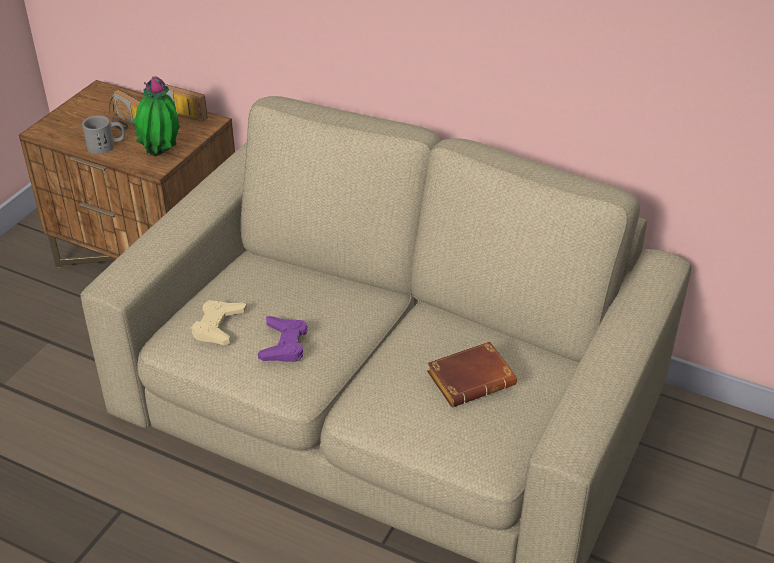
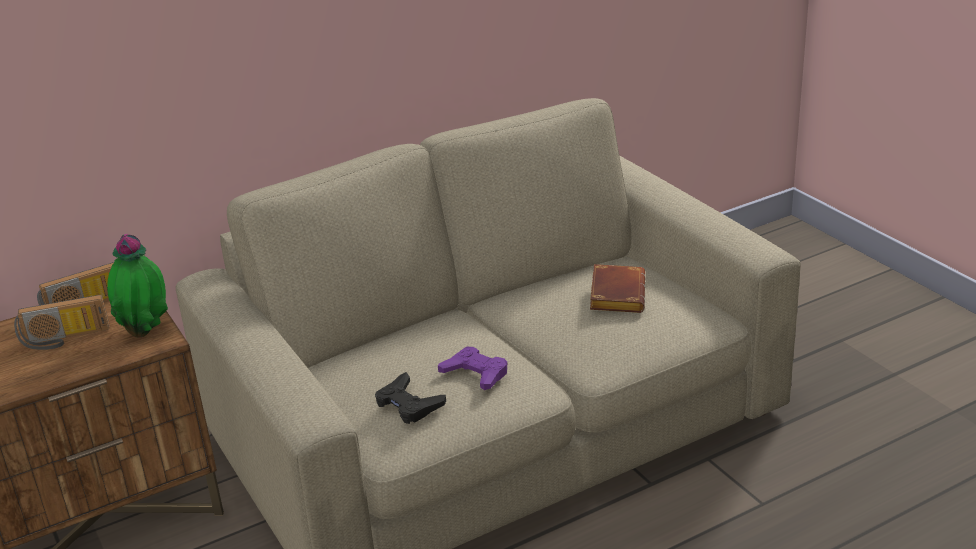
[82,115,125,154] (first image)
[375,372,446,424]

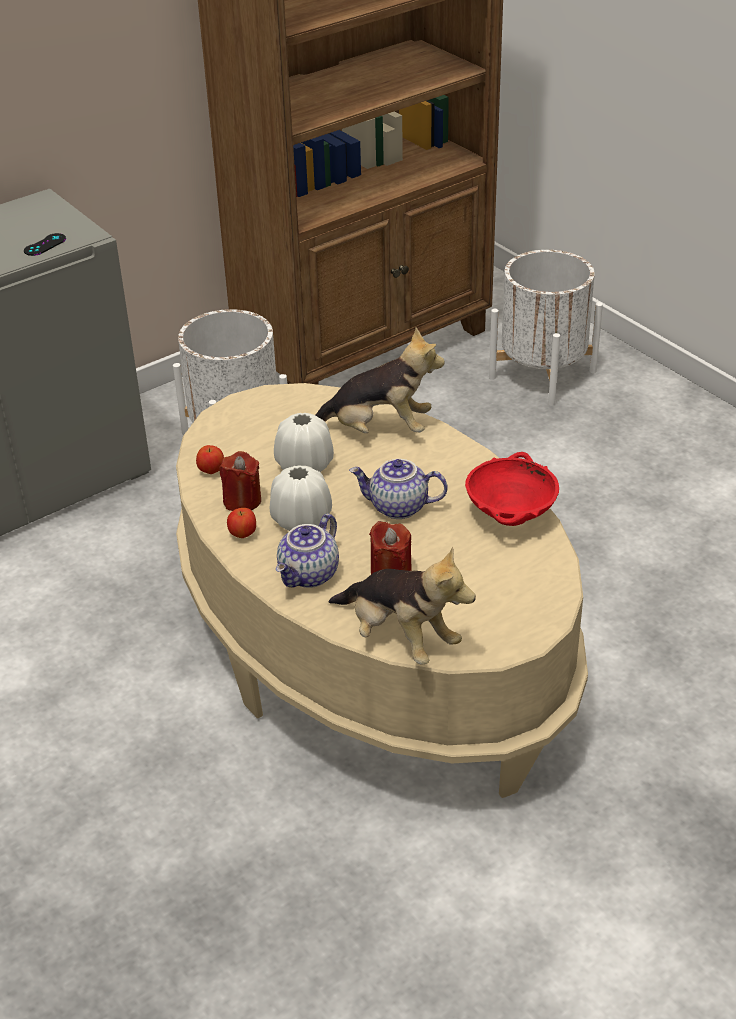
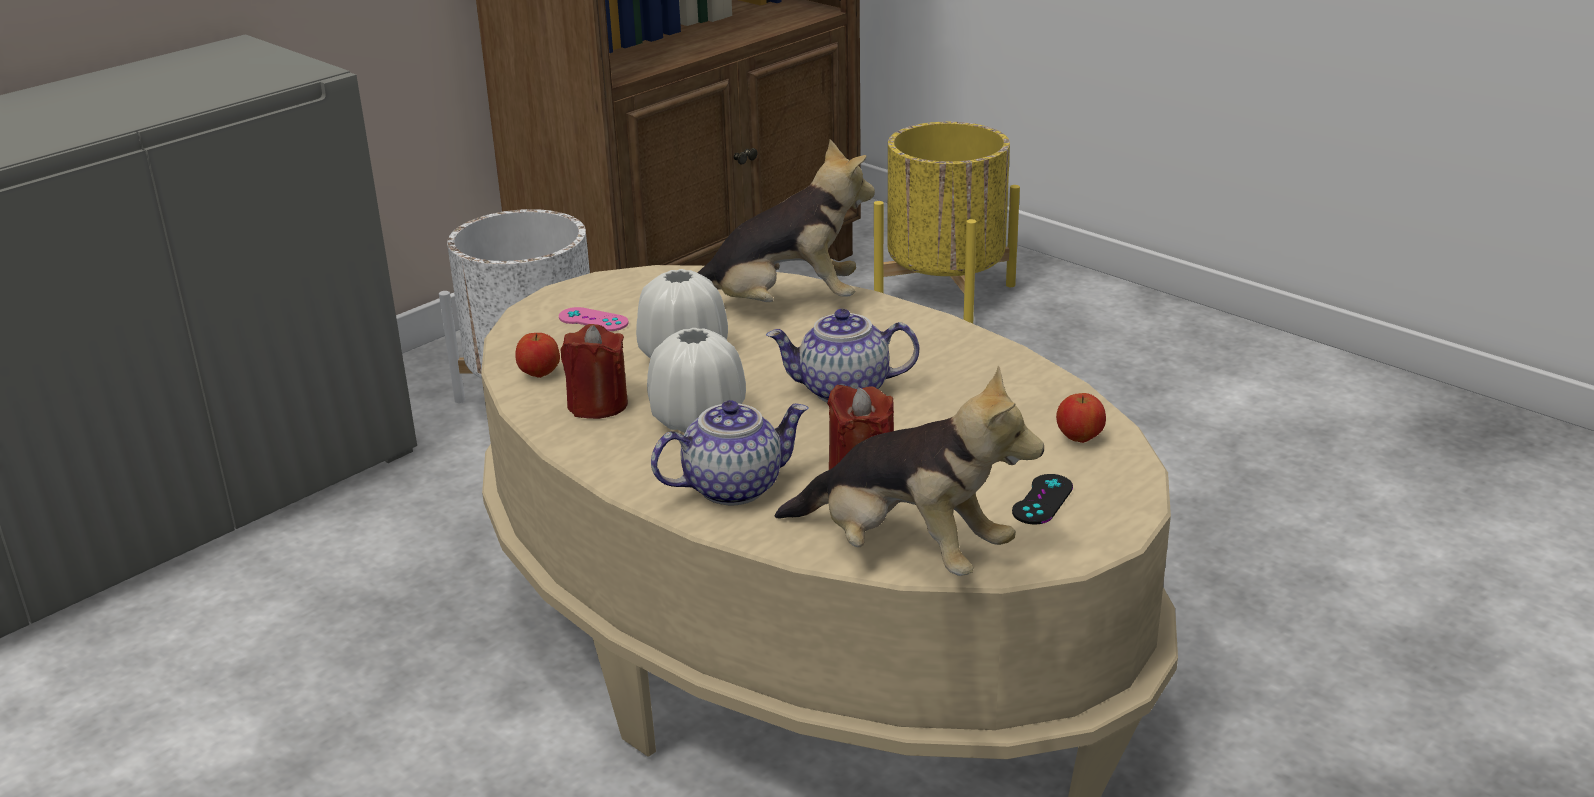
[465,452,559,526] (first image)
[559,307,628,331]
[1012,474,1073,525]
[1056,393,1106,443]
[874,122,1020,324]
[651,400,809,505]

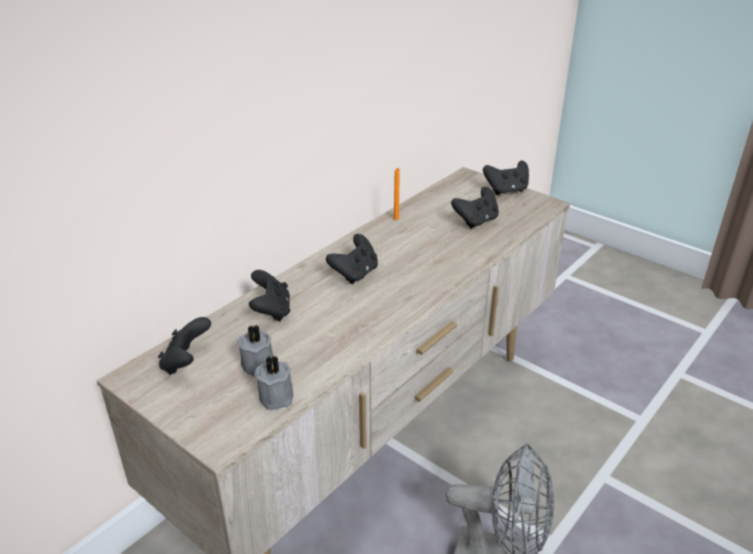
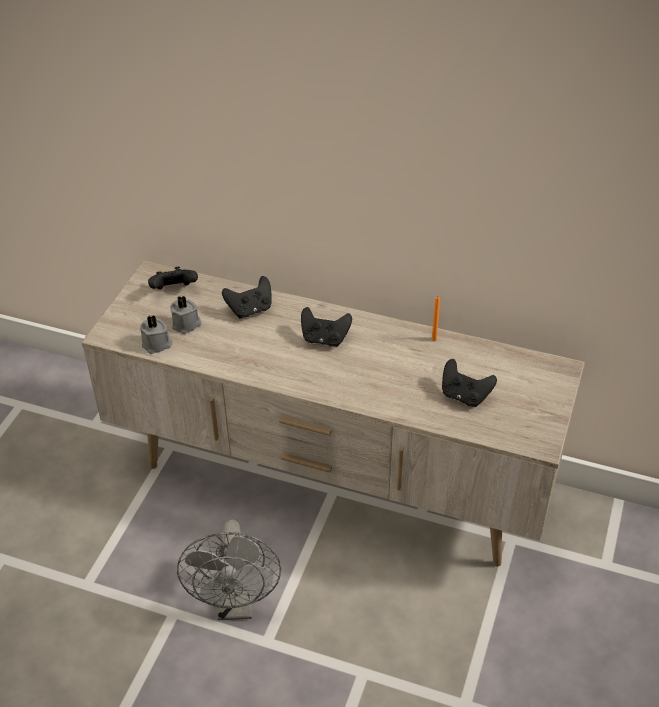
[483,160,529,195] (first image)

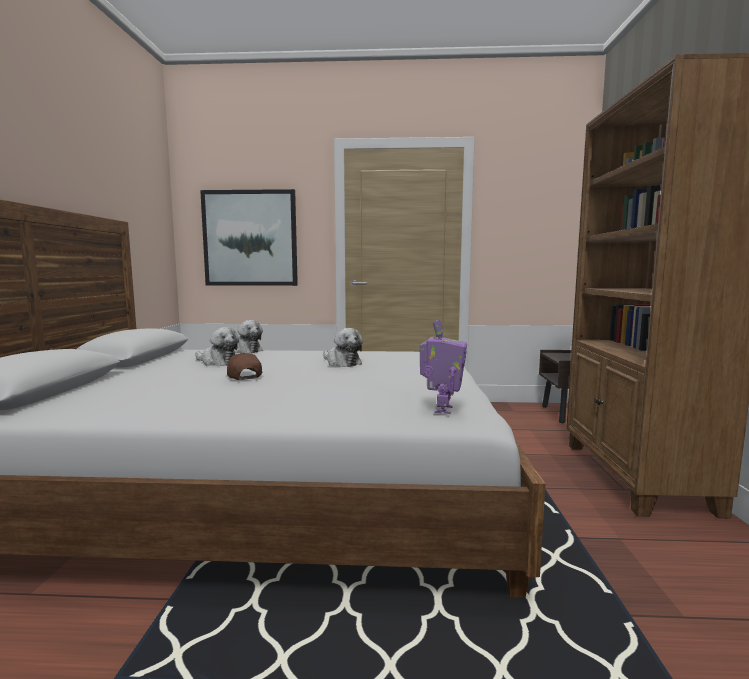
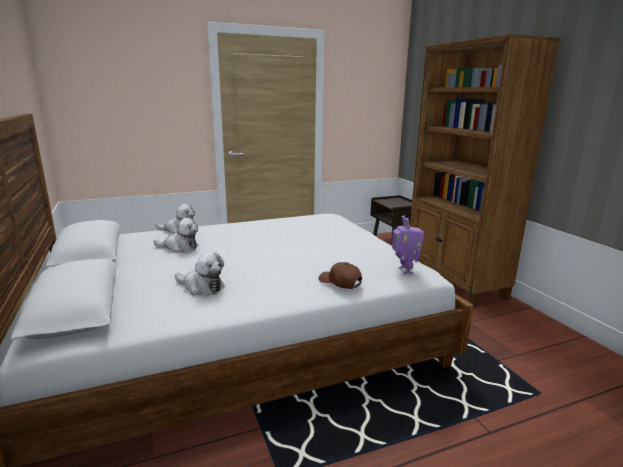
[200,189,298,286] (first image)
[319,262,362,289]
[175,252,225,295]

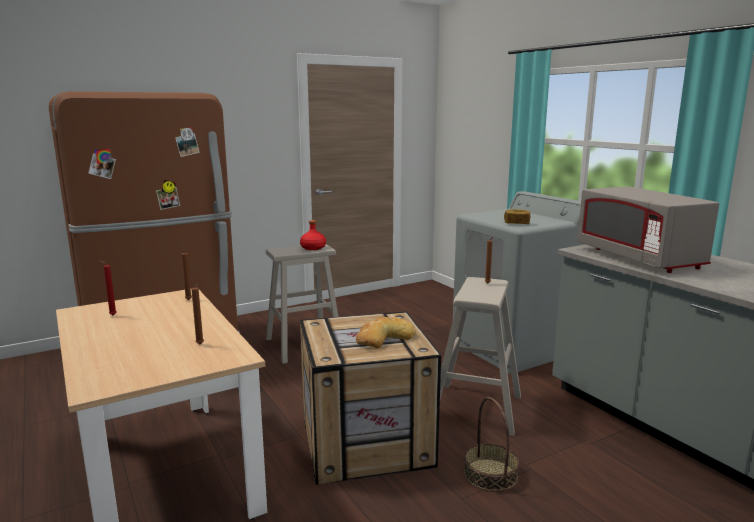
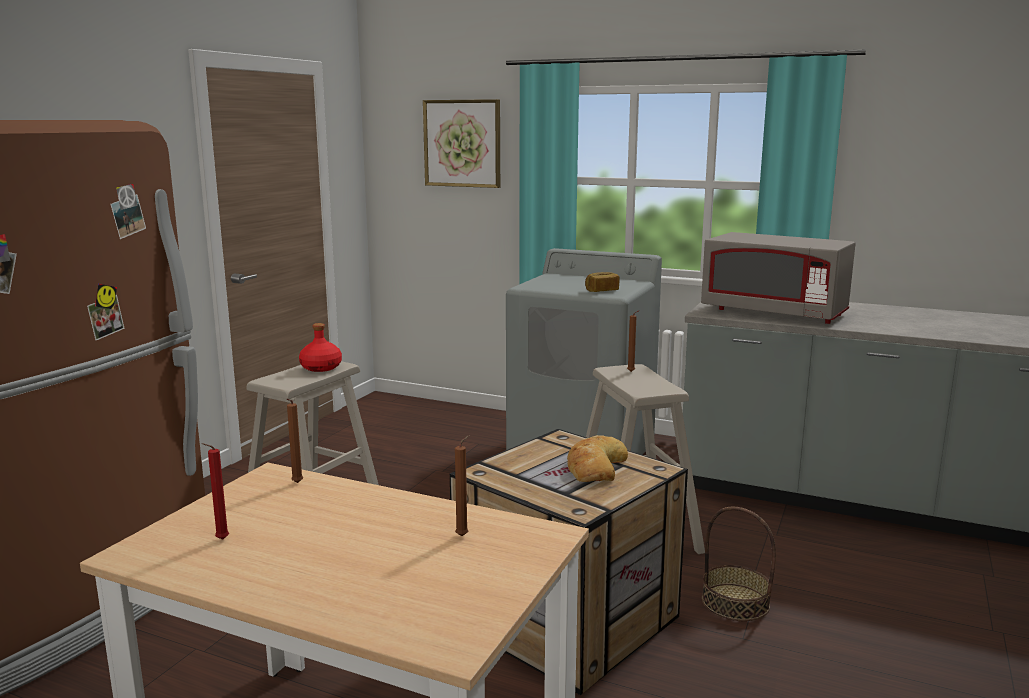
[423,99,500,188]

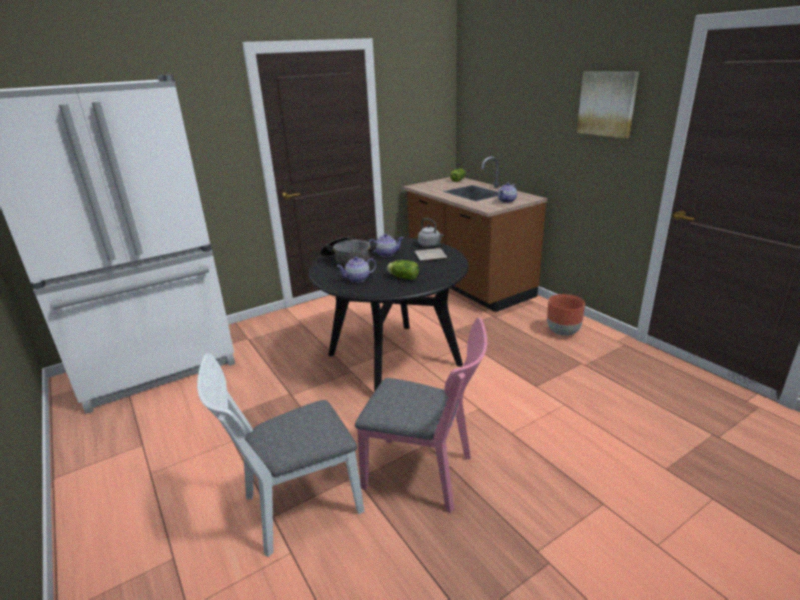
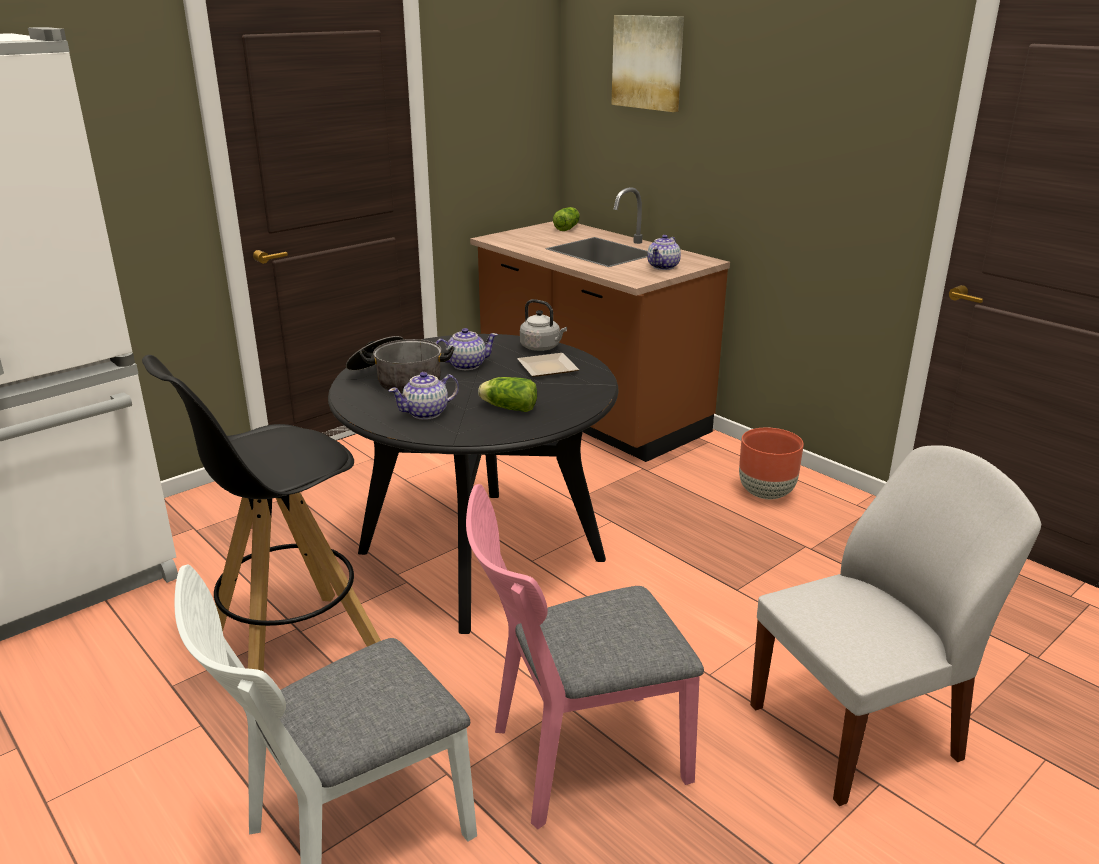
[142,355,381,672]
[750,445,1041,806]
[611,15,684,112]
[466,484,704,829]

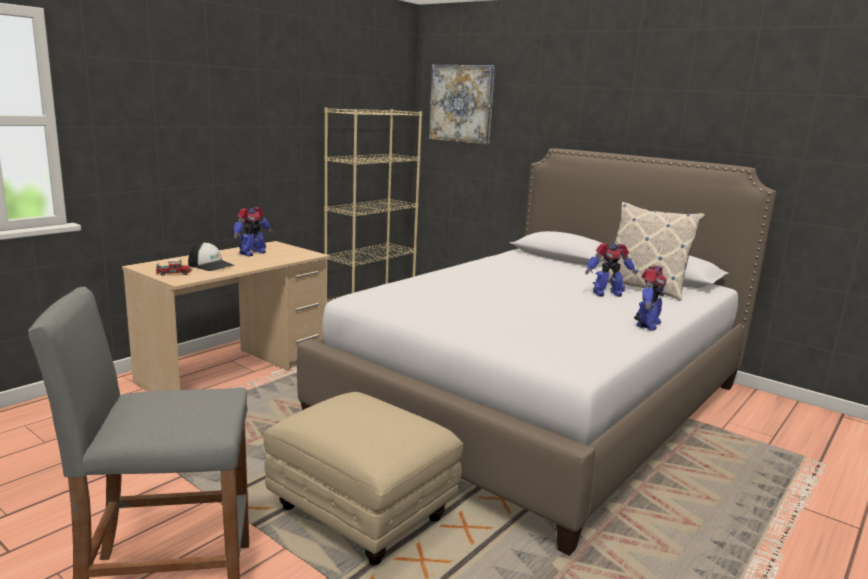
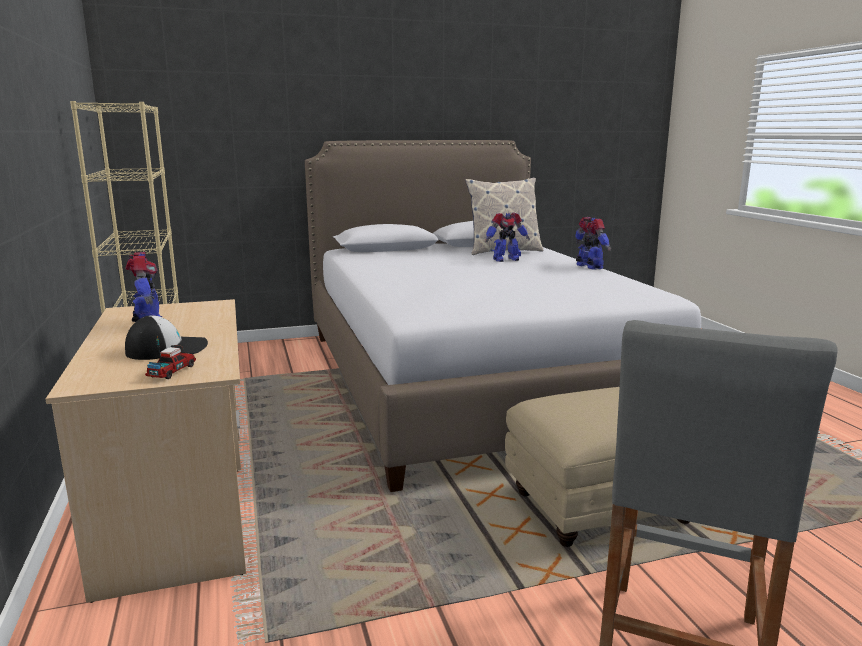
[429,64,495,145] (first image)
[485,213,530,262]

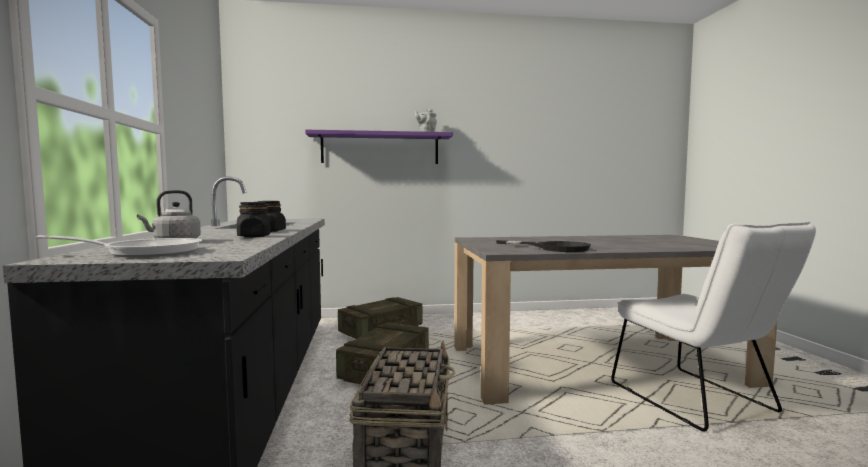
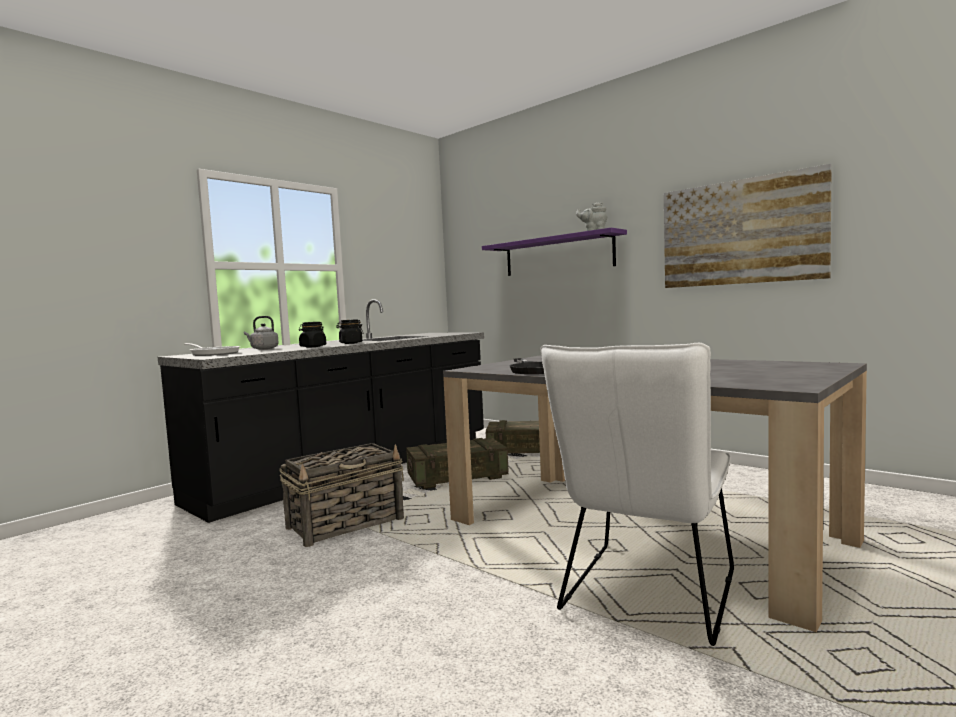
[664,164,832,288]

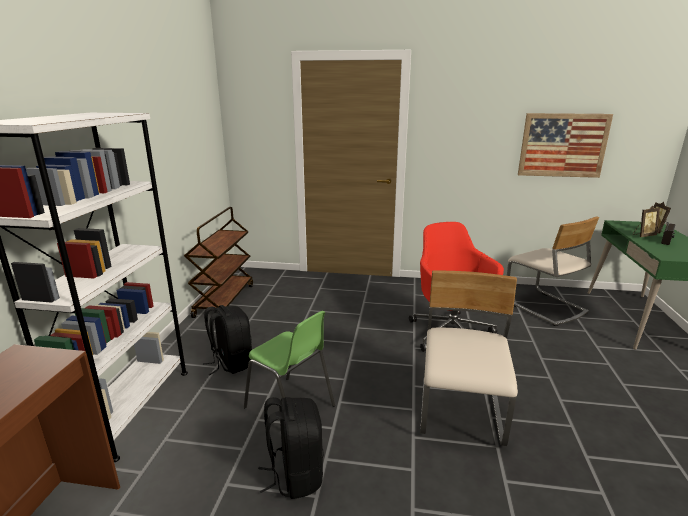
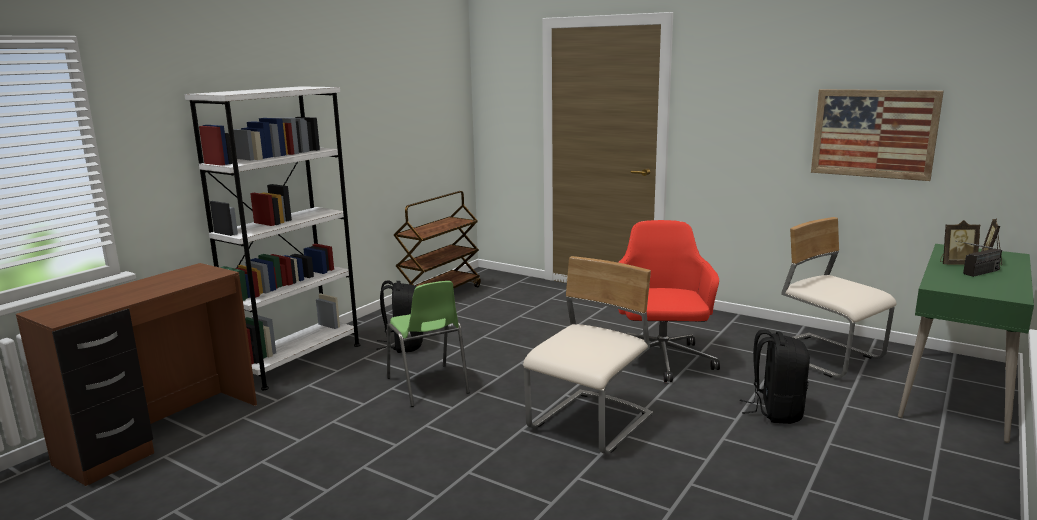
[740,330,810,424]
[781,217,897,378]

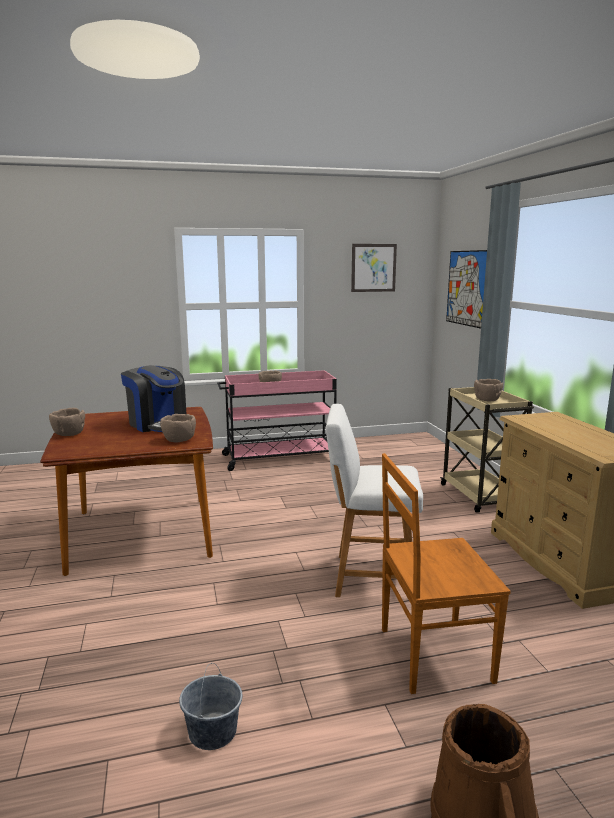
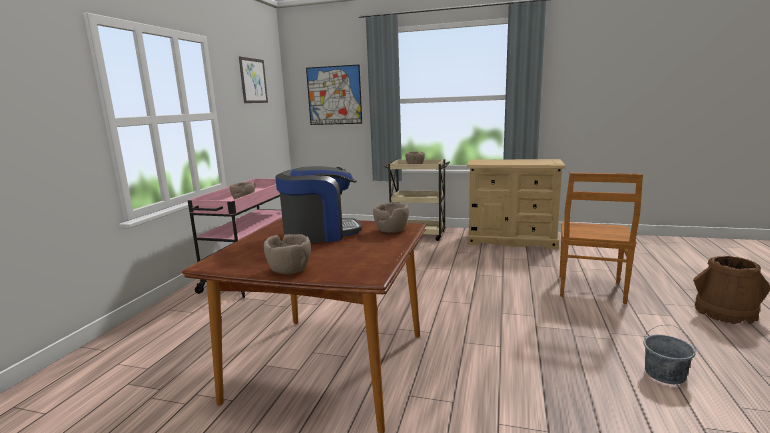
[326,404,423,597] (first image)

